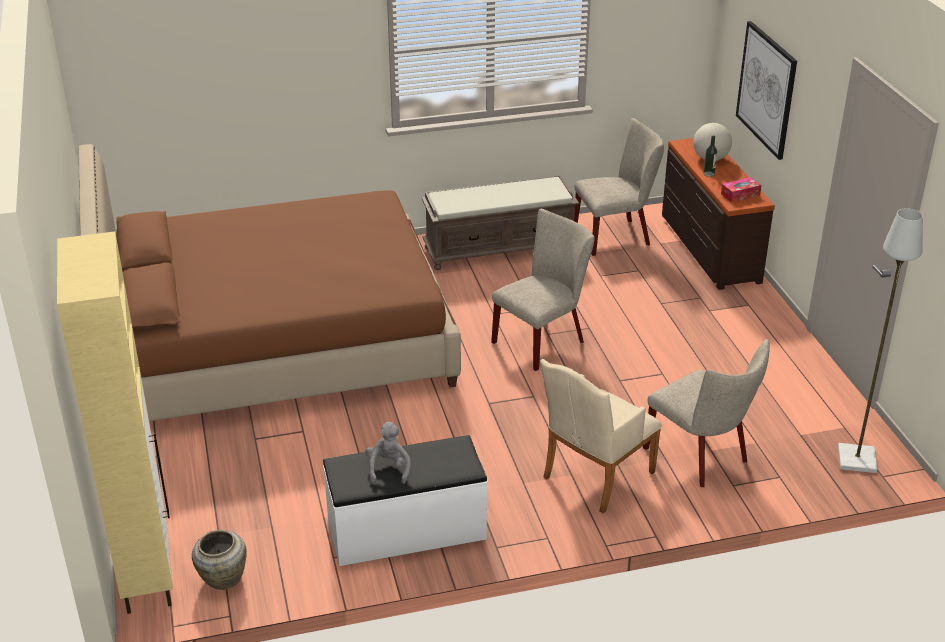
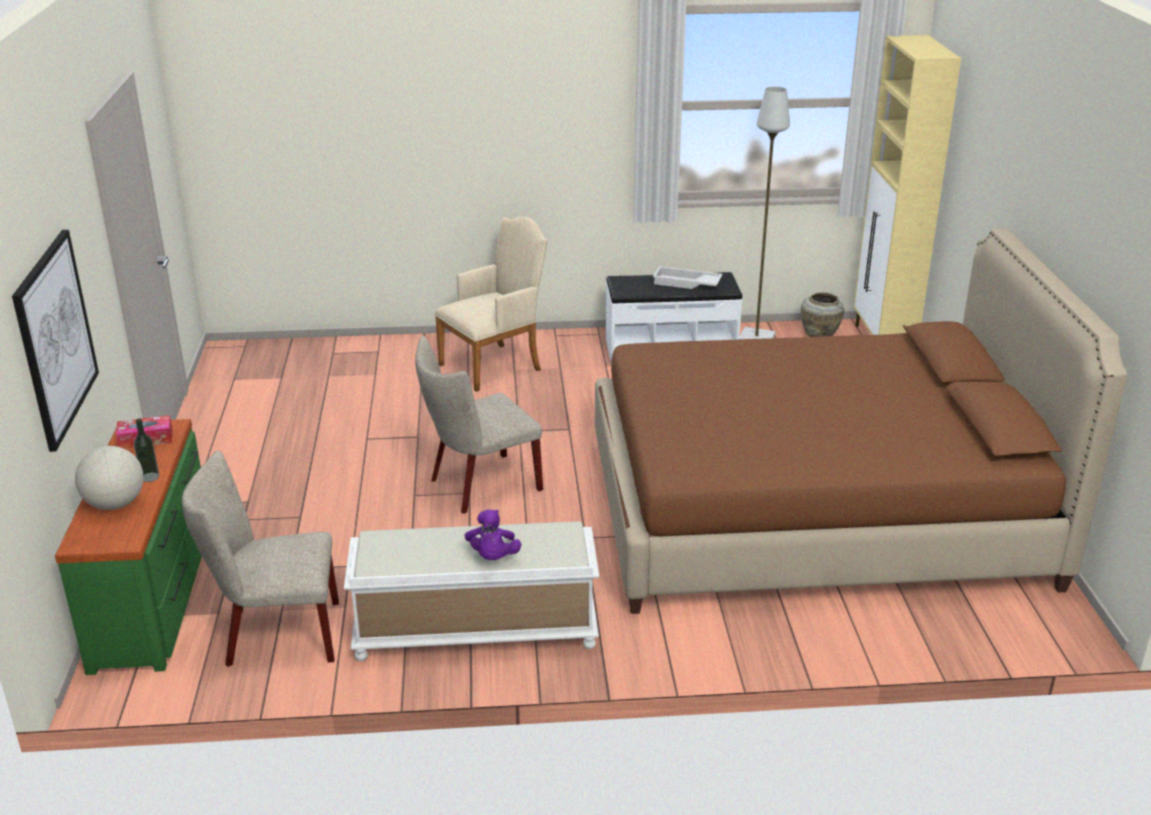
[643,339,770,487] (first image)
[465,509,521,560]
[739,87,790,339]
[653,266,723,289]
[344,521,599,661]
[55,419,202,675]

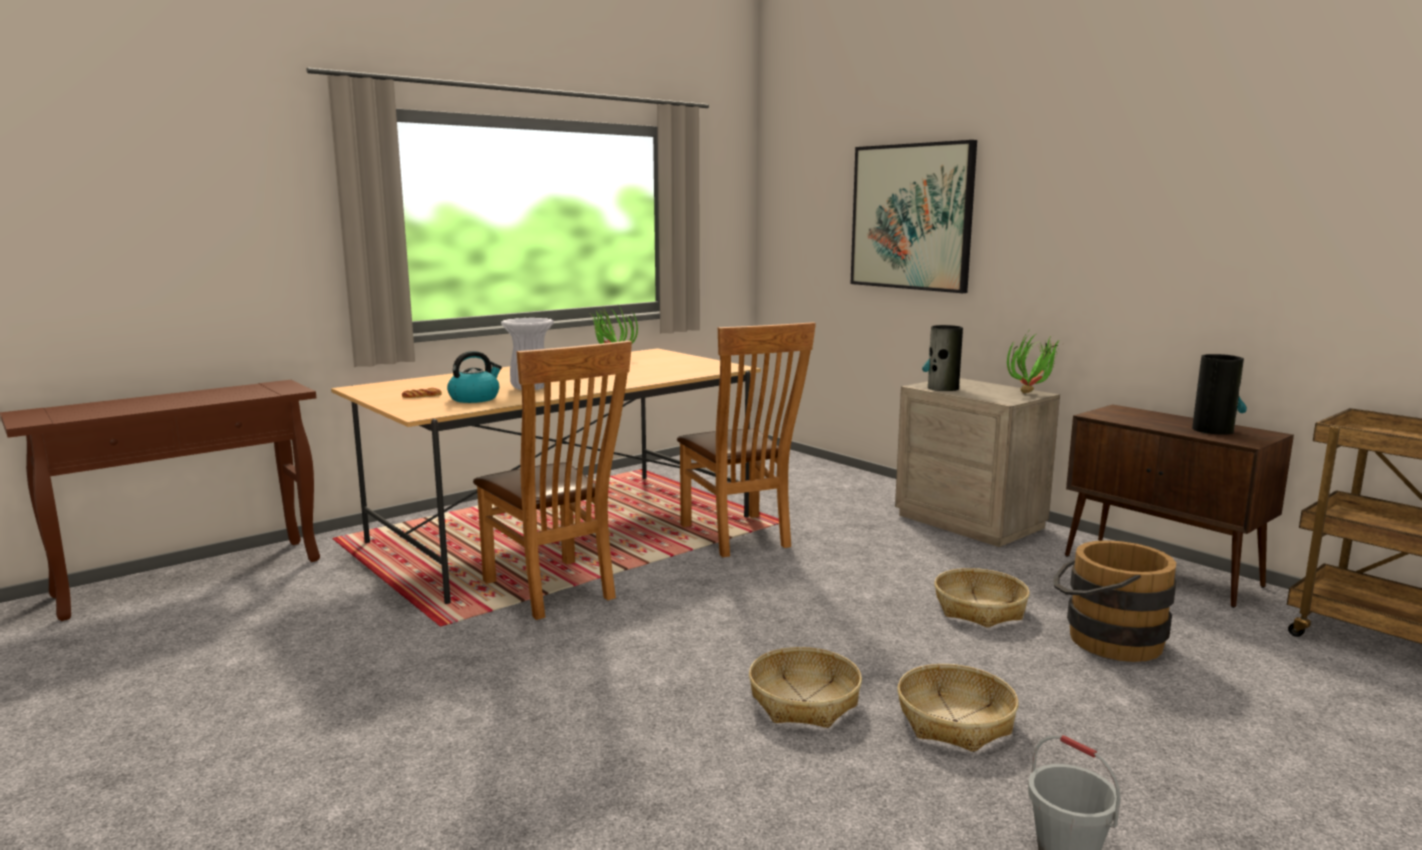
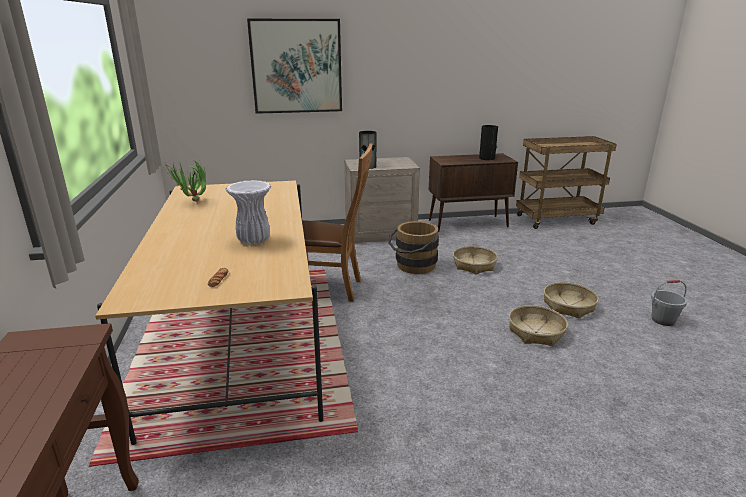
[447,351,502,403] (first image)
[473,341,632,620] (first image)
[1007,333,1060,393] (first image)
[388,221,439,274]

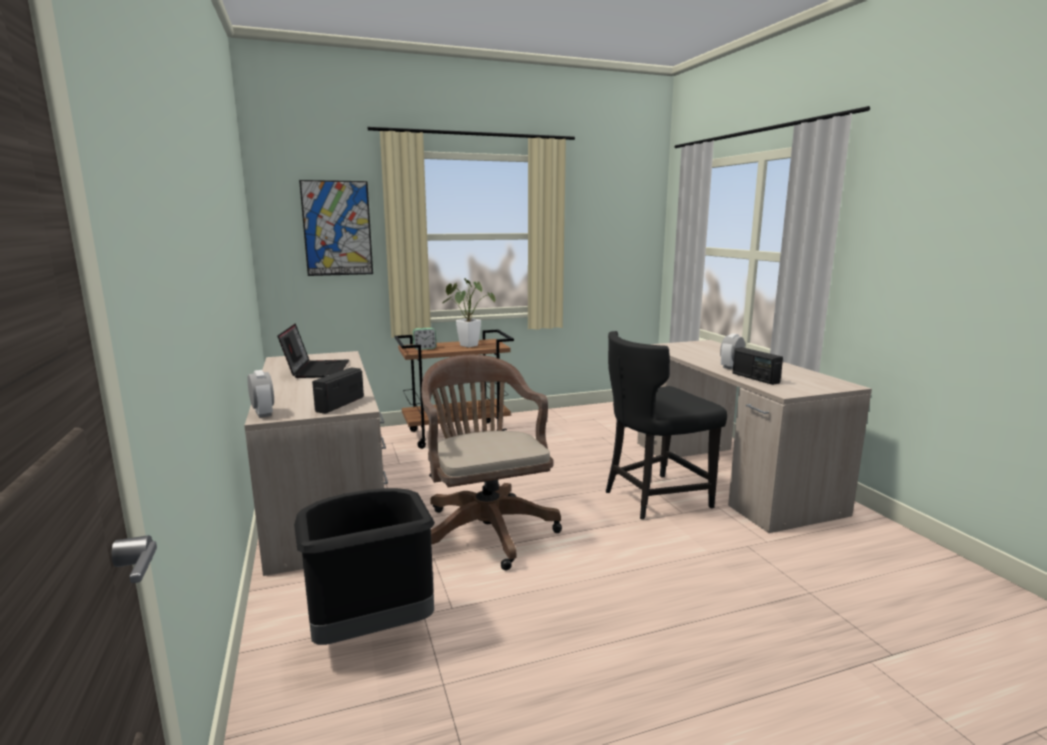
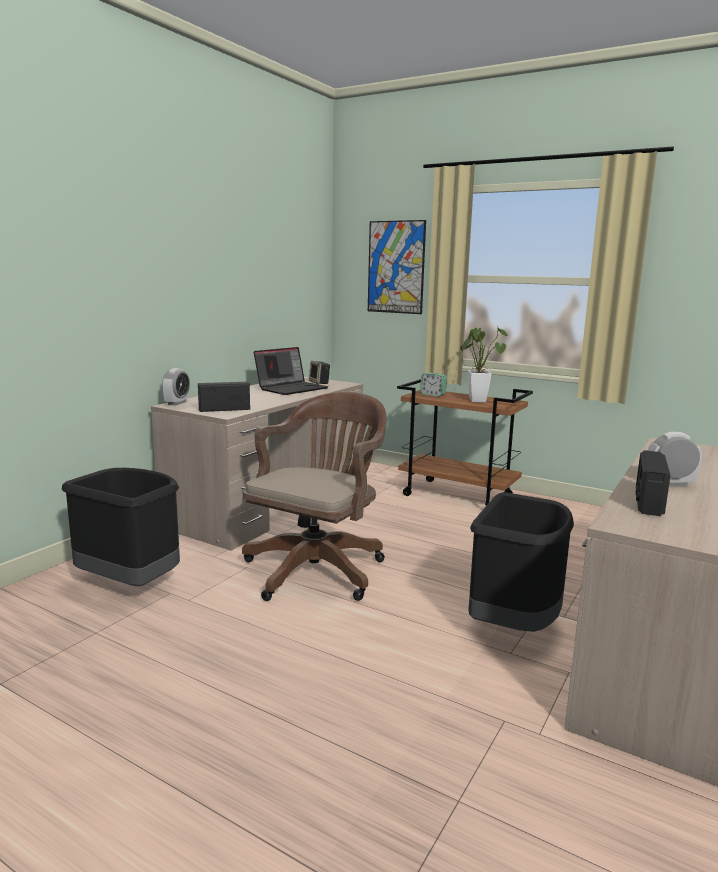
[309,361,330,384]
[468,492,574,632]

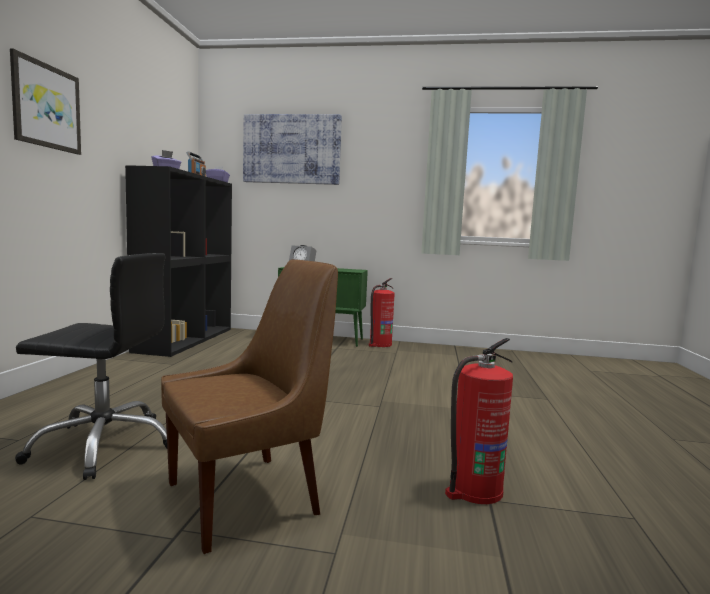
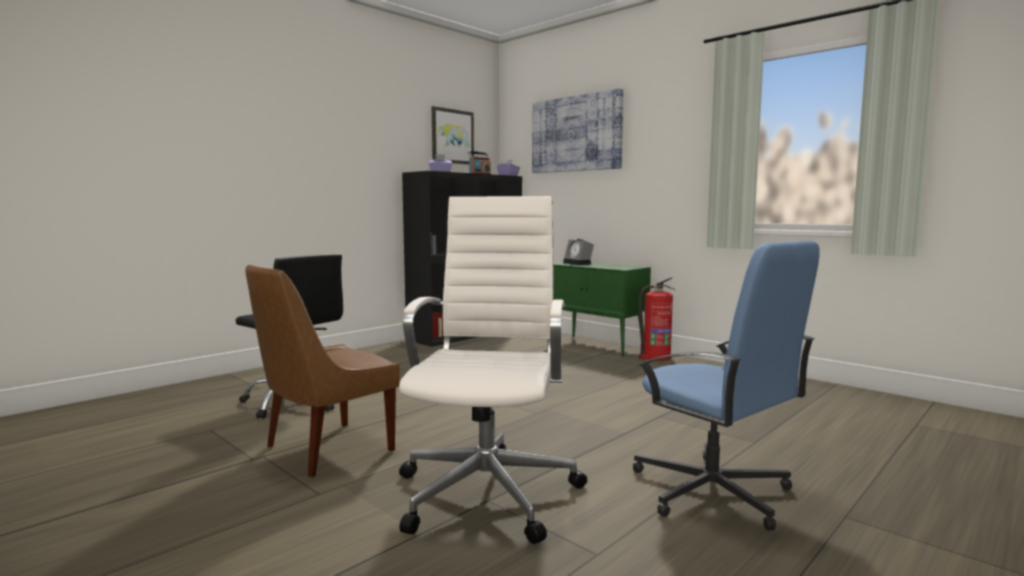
[633,241,820,530]
[432,106,474,165]
[399,196,587,544]
[245,265,400,477]

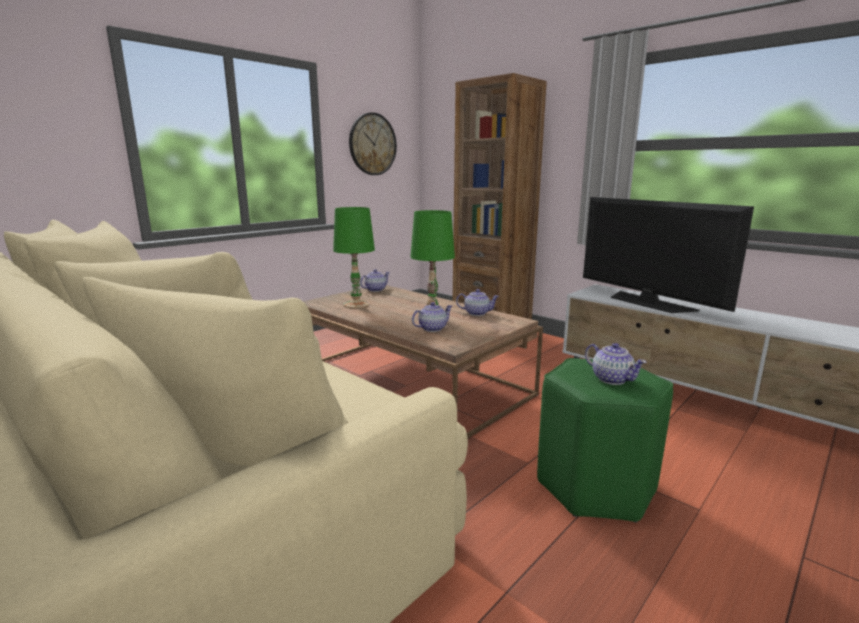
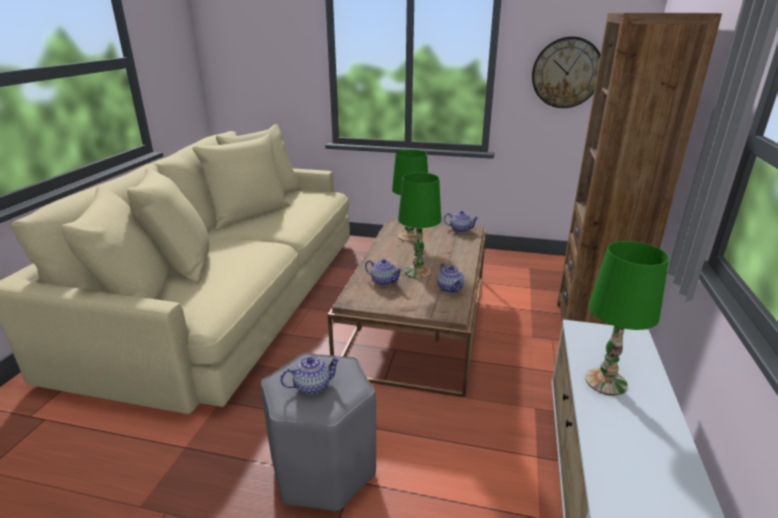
[585,241,669,396]
[261,353,376,511]
[280,356,341,395]

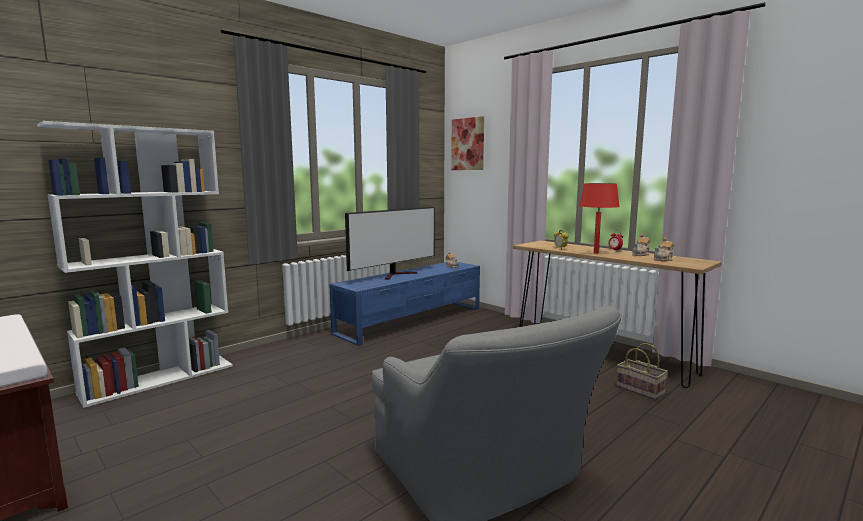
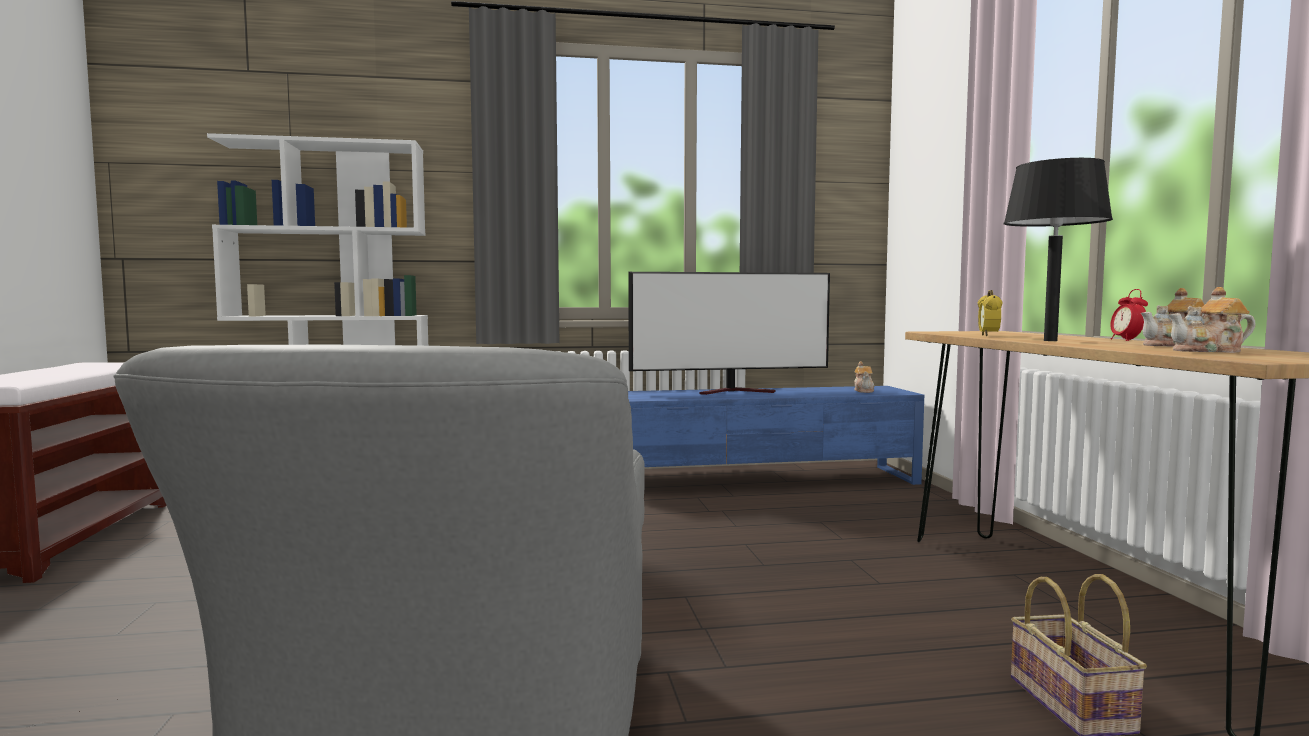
[451,116,484,170] (first image)
[1004,158,1113,341]

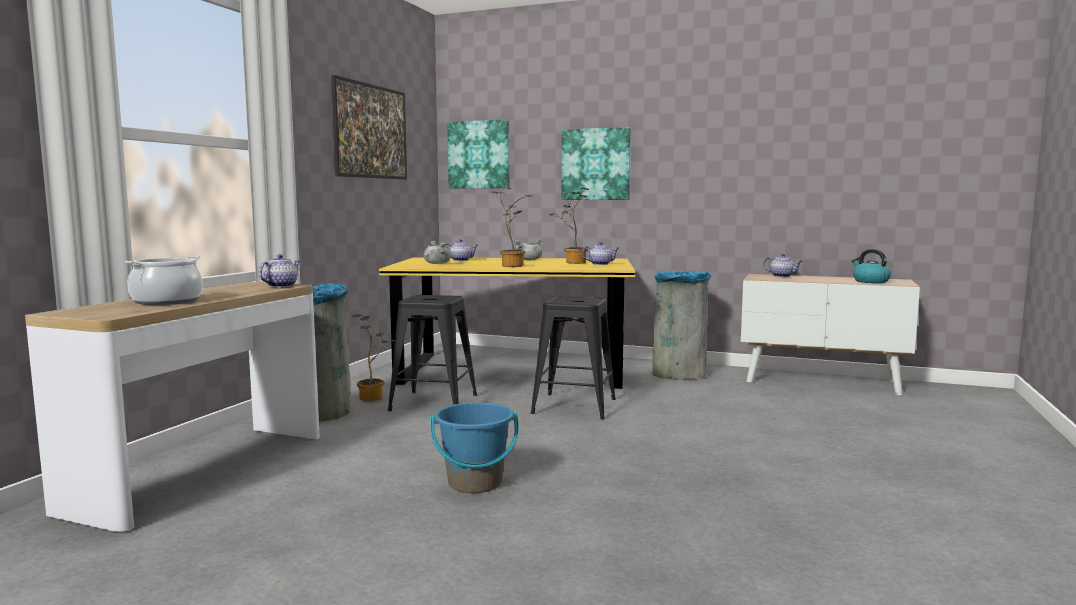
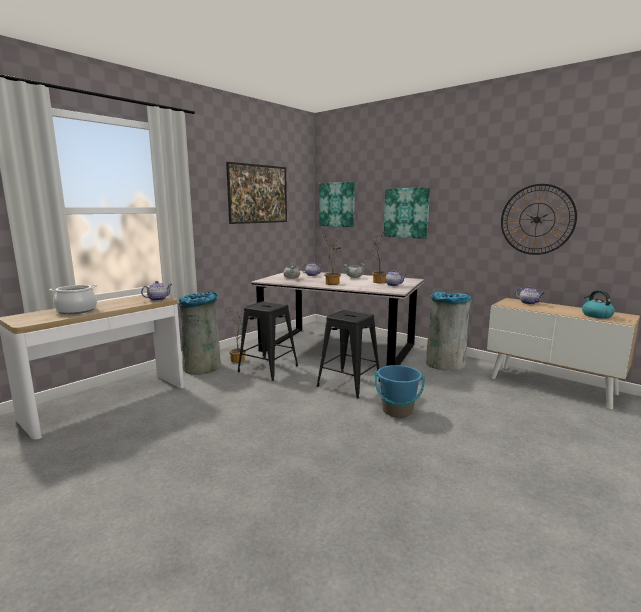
[501,184,577,255]
[375,365,425,418]
[251,271,424,366]

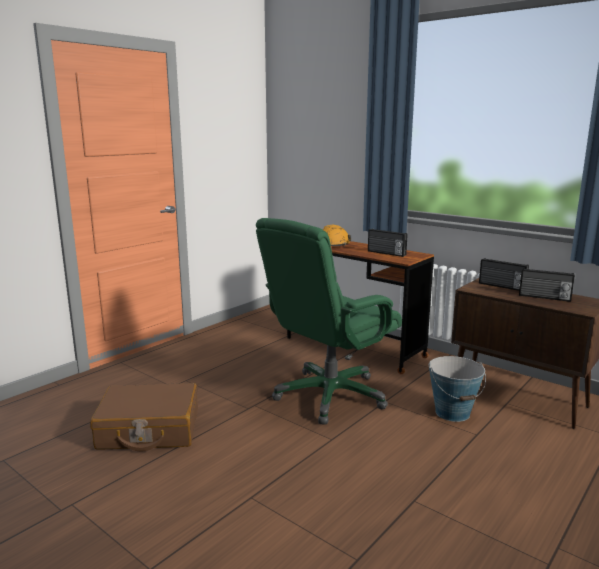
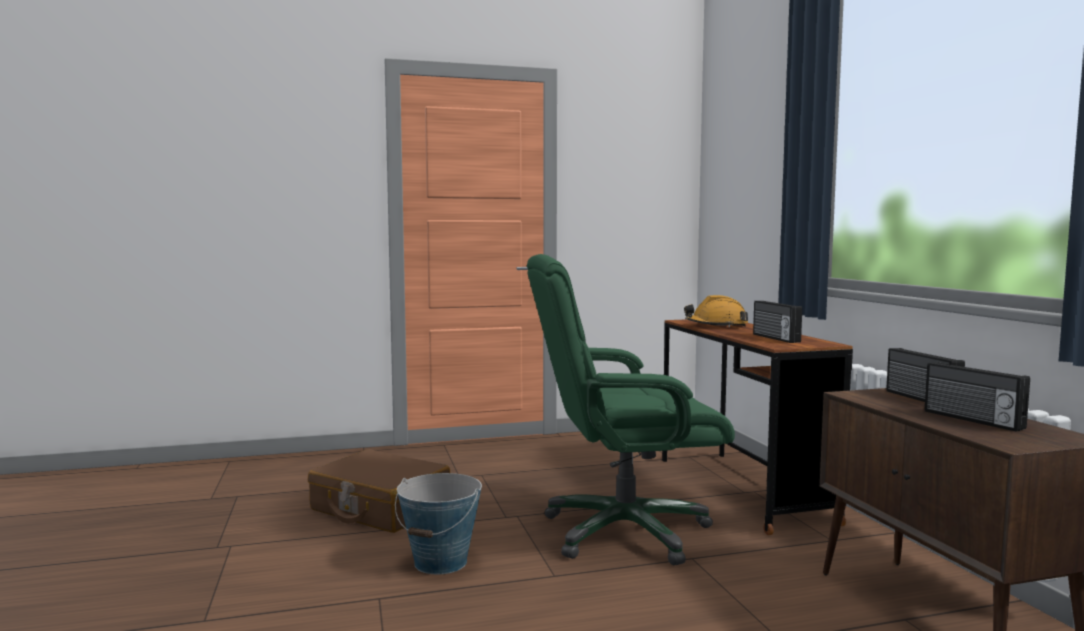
[395,473,482,574]

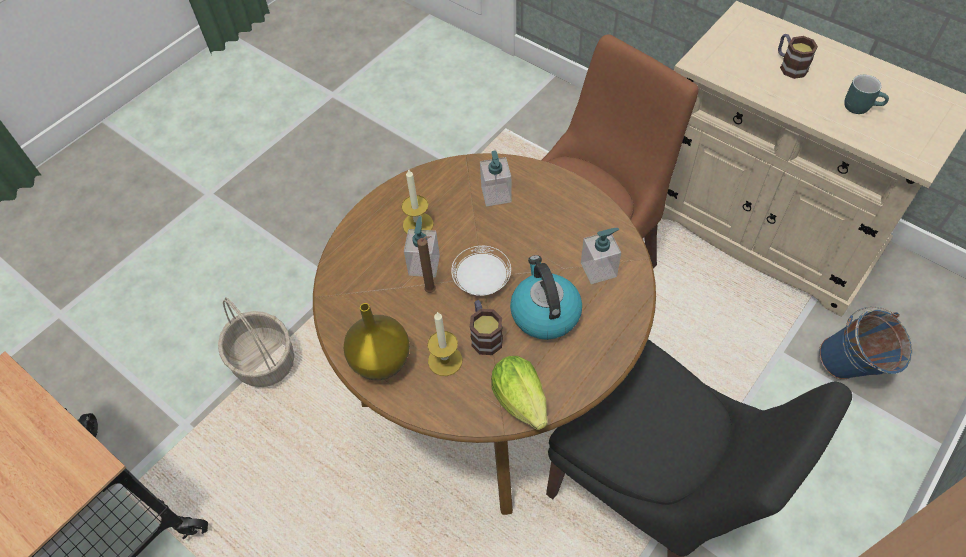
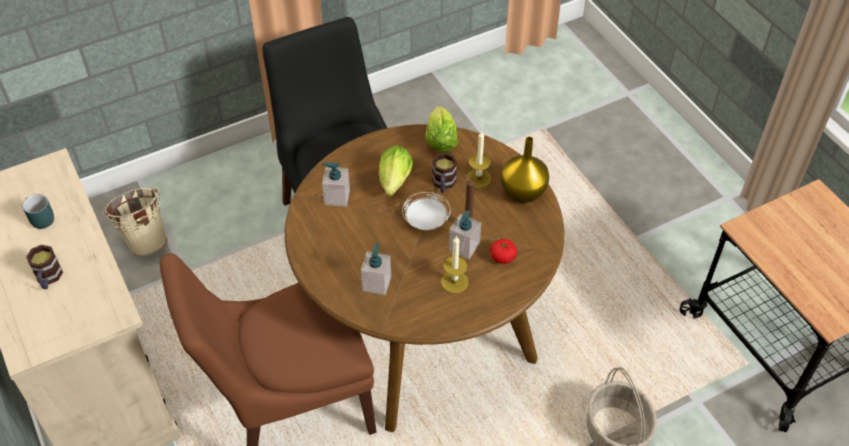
[490,239,517,264]
[379,145,413,196]
[103,187,168,257]

